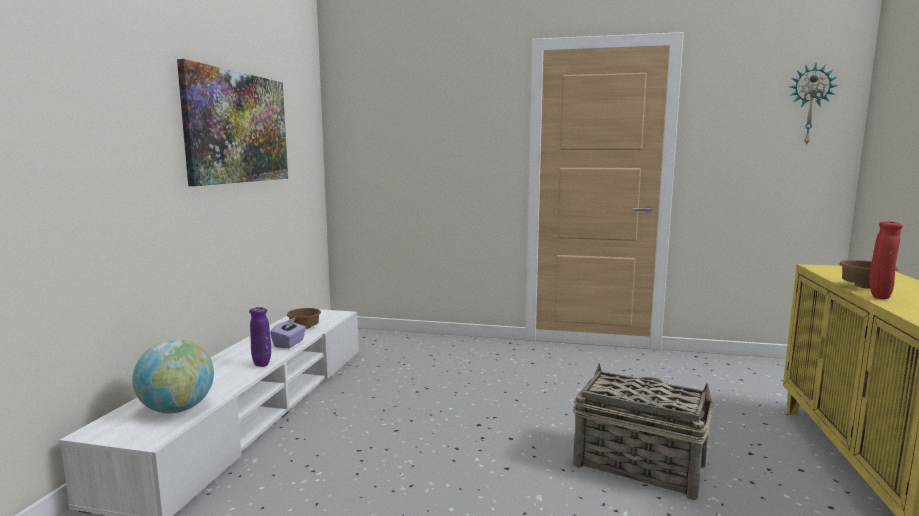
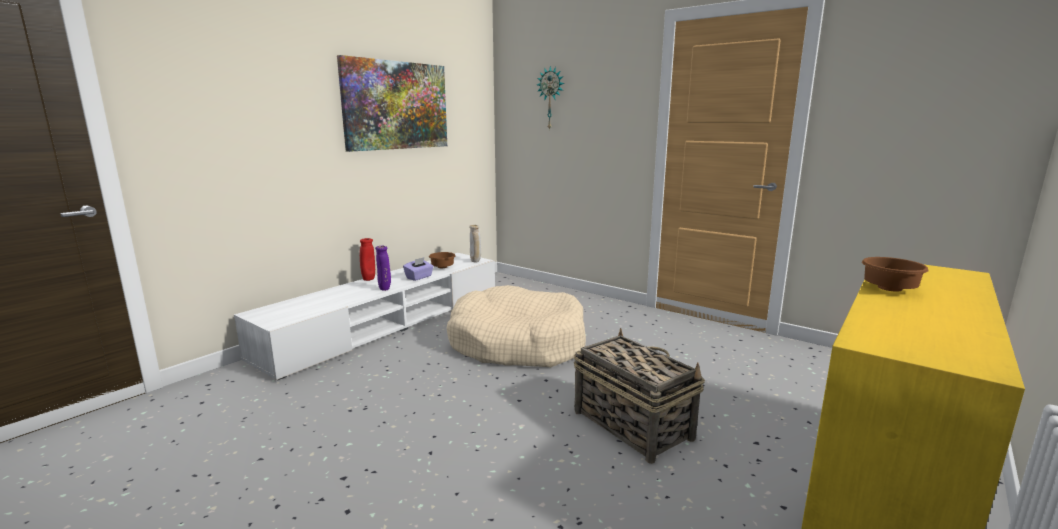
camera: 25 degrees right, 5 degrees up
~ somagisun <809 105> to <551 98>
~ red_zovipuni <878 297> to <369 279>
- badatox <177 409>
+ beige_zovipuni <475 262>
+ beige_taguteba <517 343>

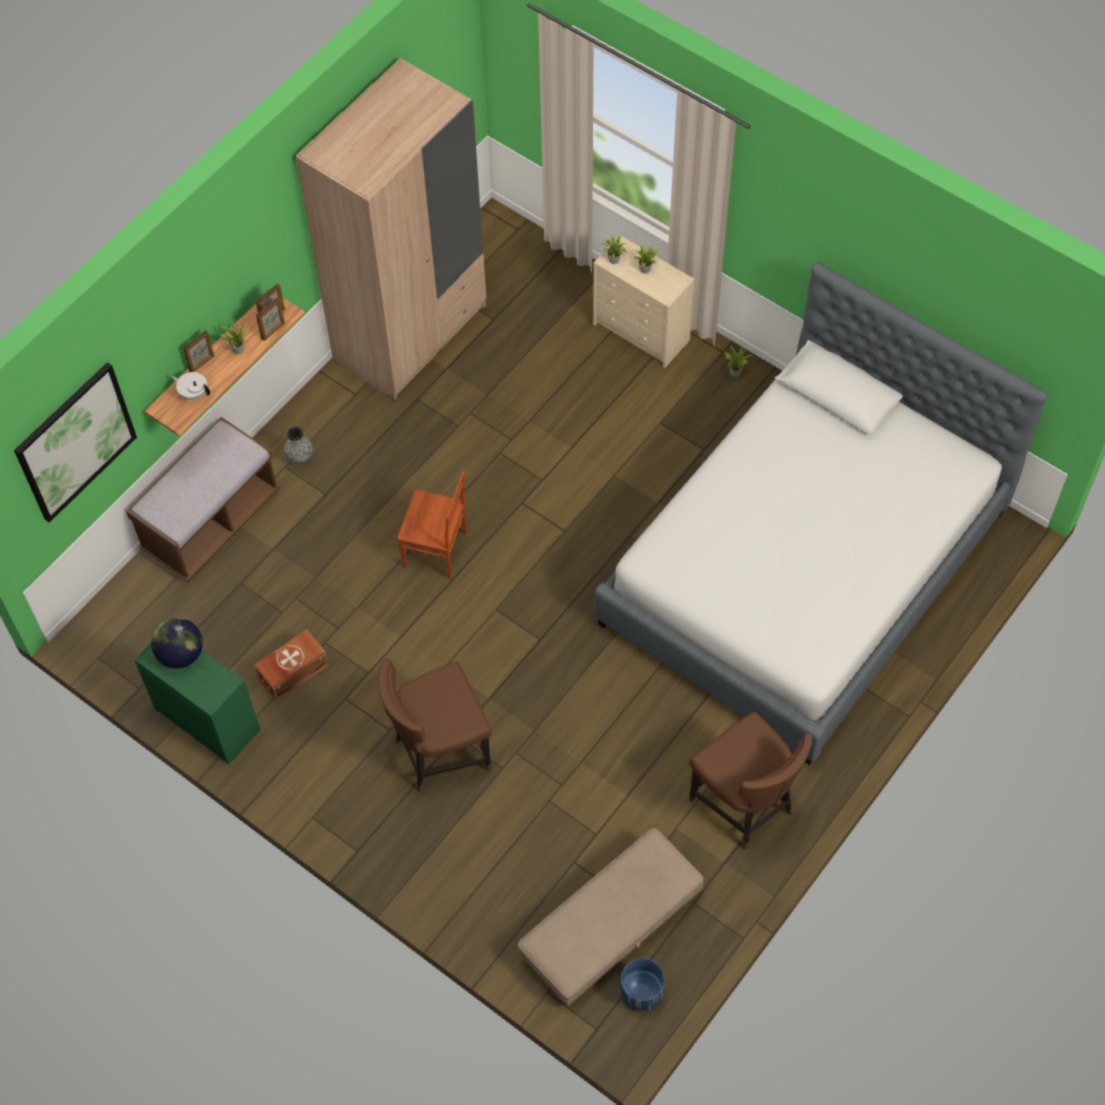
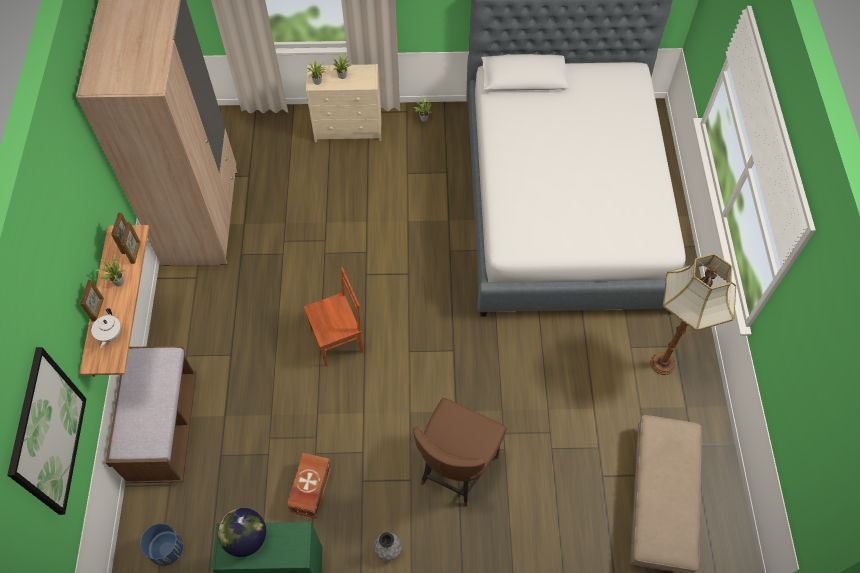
camera: 40 degrees left, 0 degrees up
~ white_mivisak <193 393> = <110 335> 75 degrees counterclockwise
~ grey_zovipuni <300 457> to <388 549>
~ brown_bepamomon <744 805> to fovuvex <663 363>
~ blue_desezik <641 992> to <167 549>

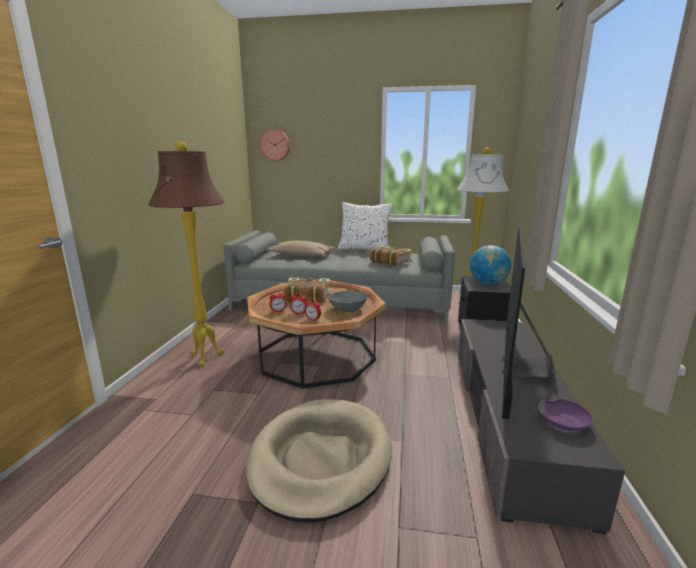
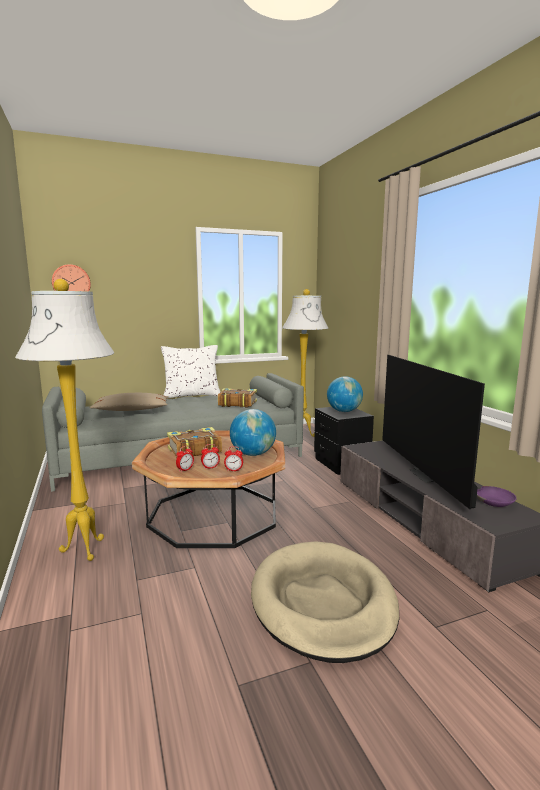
camera: 30 degrees left, 5 degrees down
~ brown_fovuvex <206 359> to white_fovuvex <86 551>
~ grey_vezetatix <348 309> to badatox <253 454>

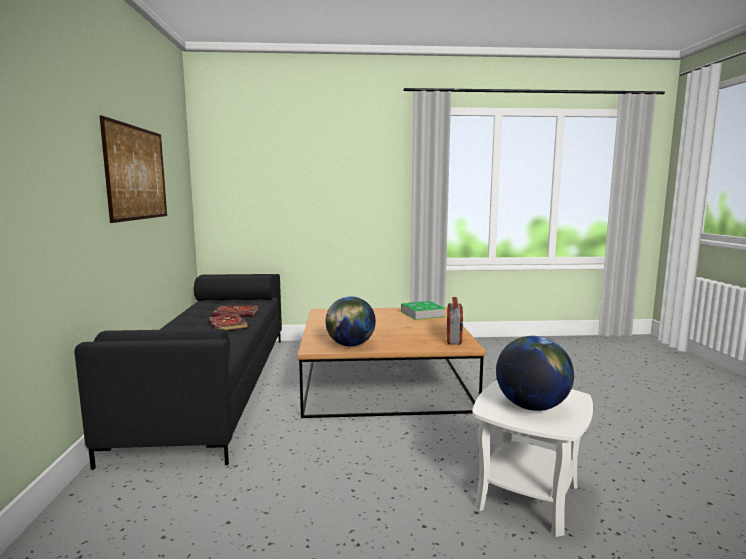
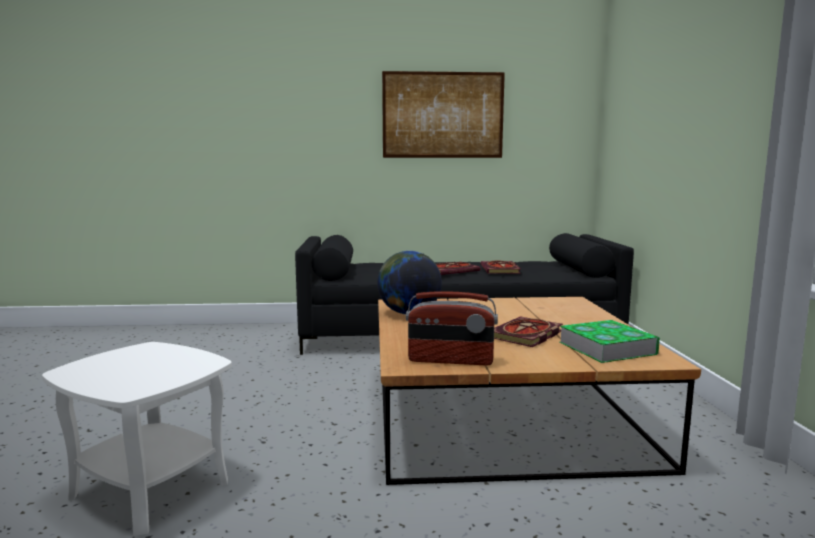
camera: 90 degrees right, 0 degrees up
- badatox <531 406>
+ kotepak <526 335>

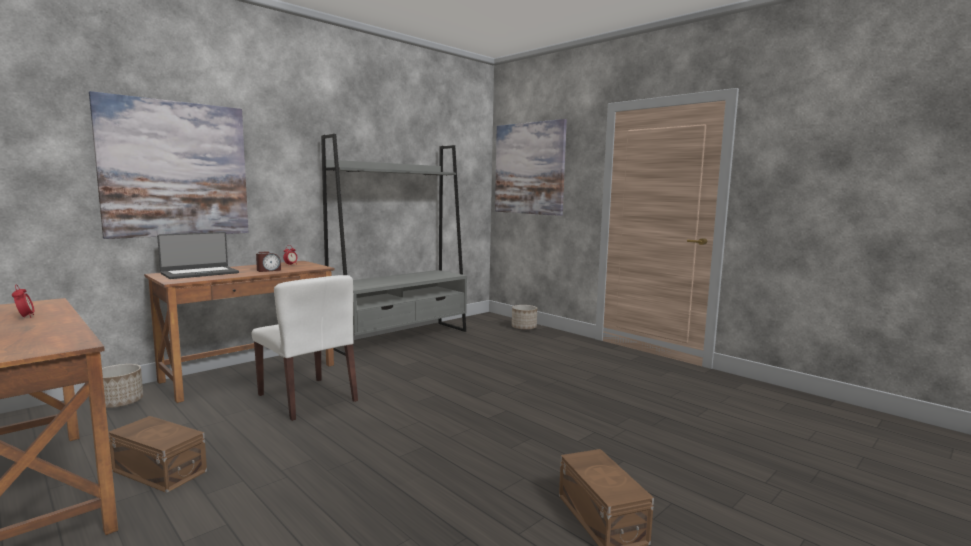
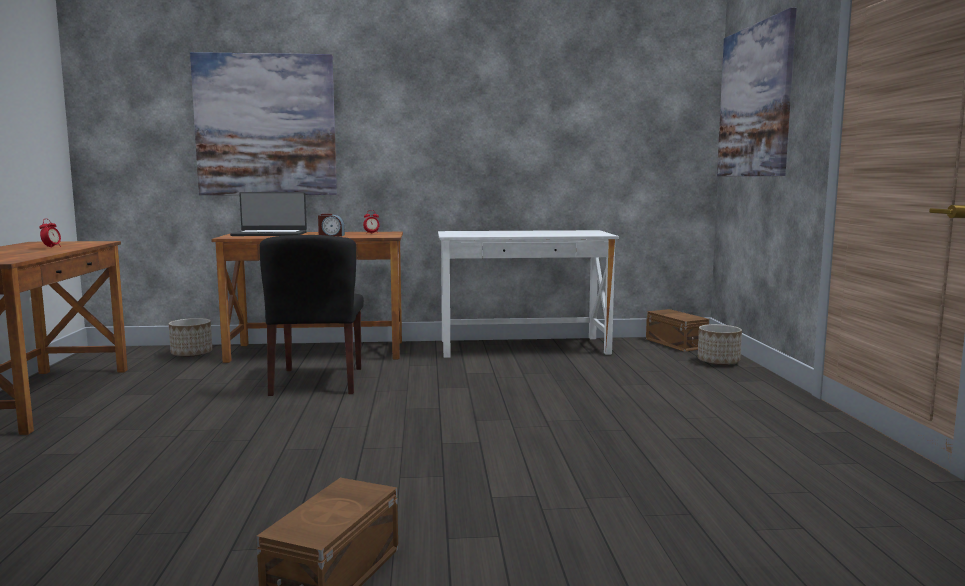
camera: 40 degrees right, 0 degrees up
~ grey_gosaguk <401 338> to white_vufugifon <523 347>
~ white_bepamomon <308 398> to black_bepamomon <318 381>
~ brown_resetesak <159 470> to <676 343>

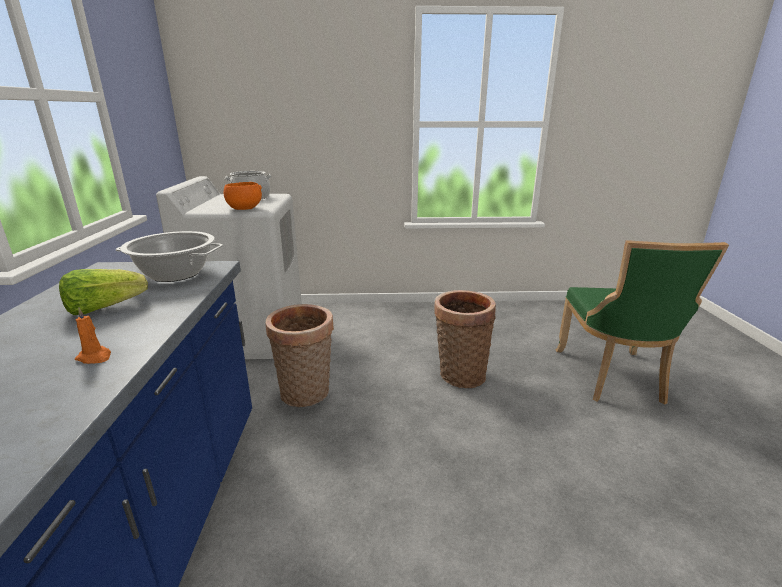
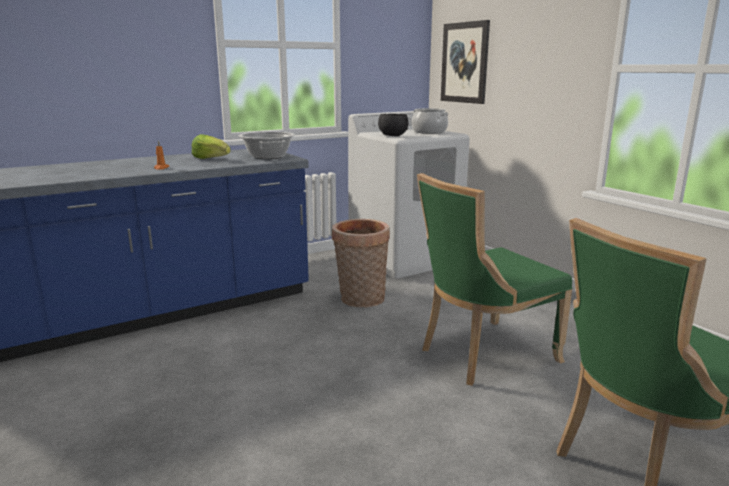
camera: 60 degrees right, 5 degrees down
~ orange_vezetatix <244 209> to black_vezetatix <392 136>
~ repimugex <459 374> to green_bepamomon <482 354>
+ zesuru <465 63>

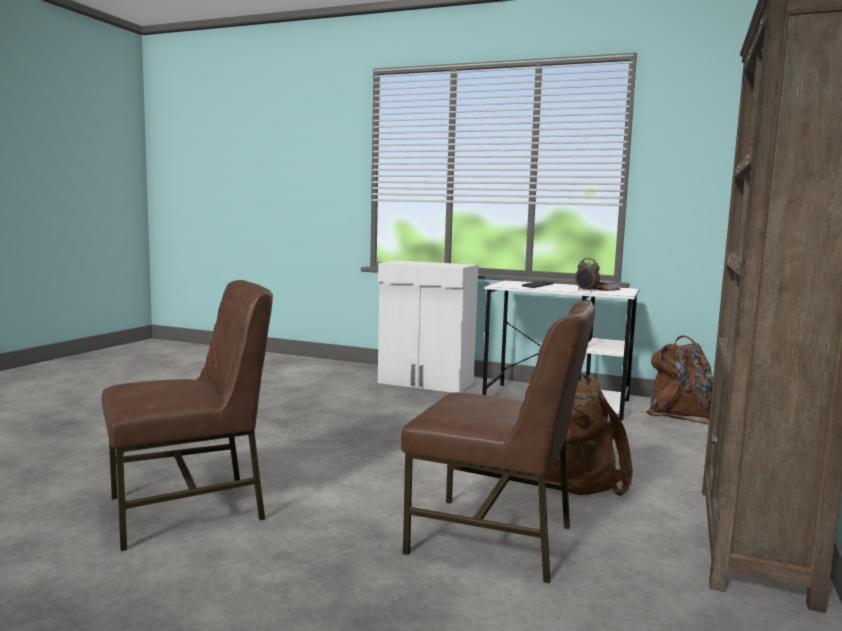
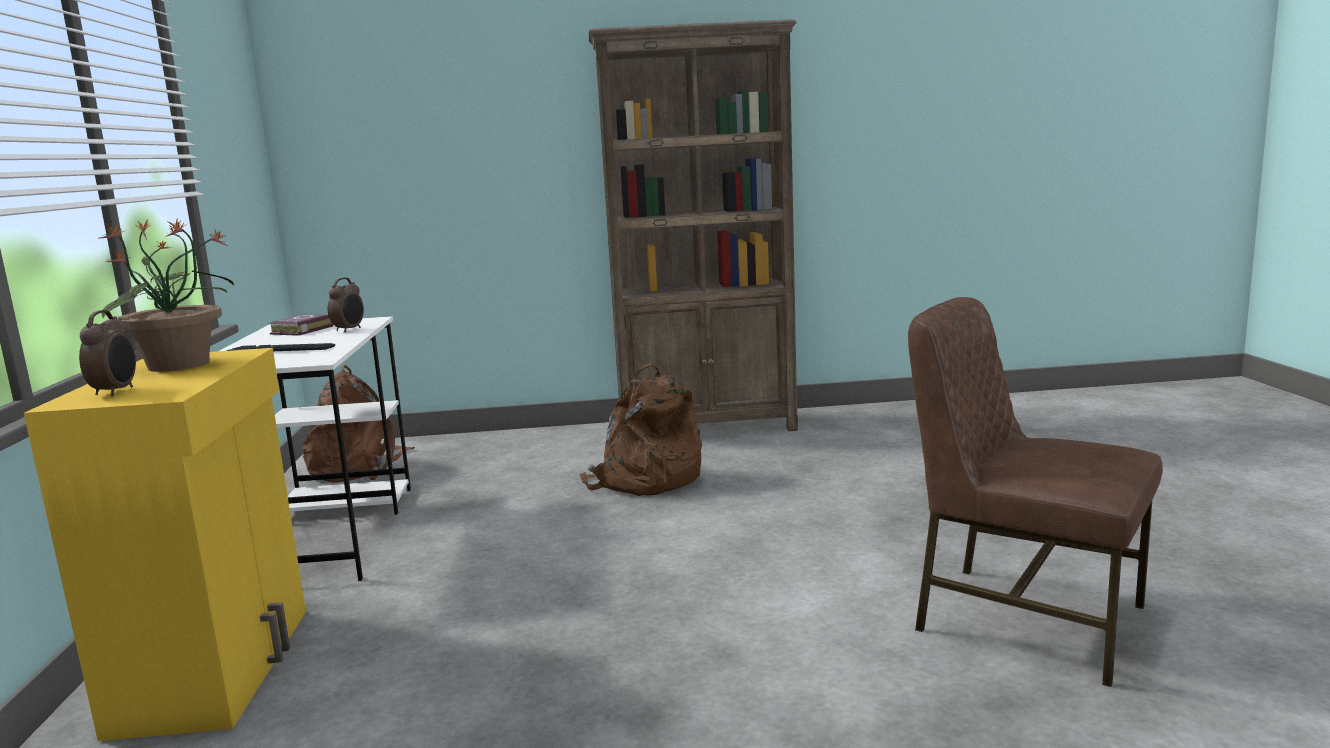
camera: 115 degrees left, 5 degrees up
~ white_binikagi <426 383> to yellow_binikagi <219 667>
- brown_bepamomon <494 539>
+ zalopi <180 365>
+ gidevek <116 392>

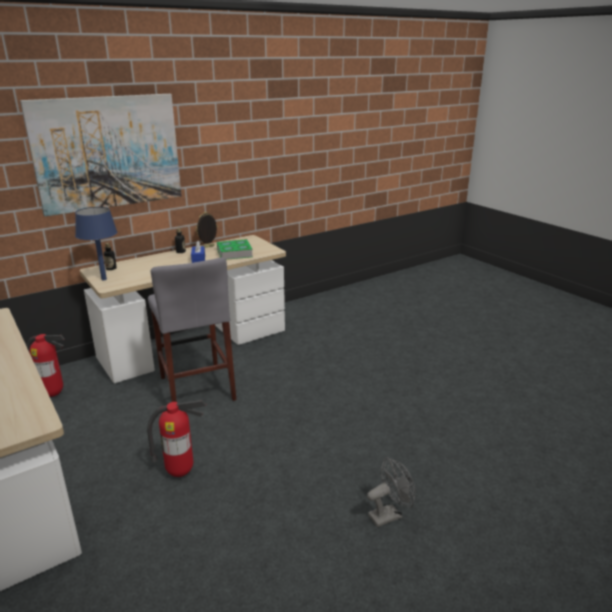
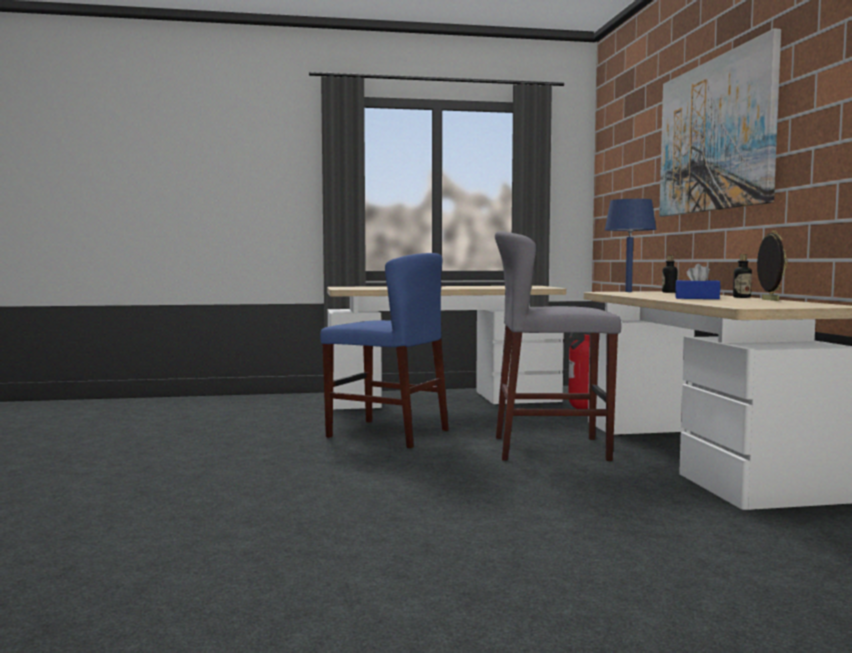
camera: 115 degrees right, 20 degrees down
- kotepak <234 253>
~ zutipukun <180 472> to blue_bepamomon <387 433>
- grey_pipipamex <389 514>

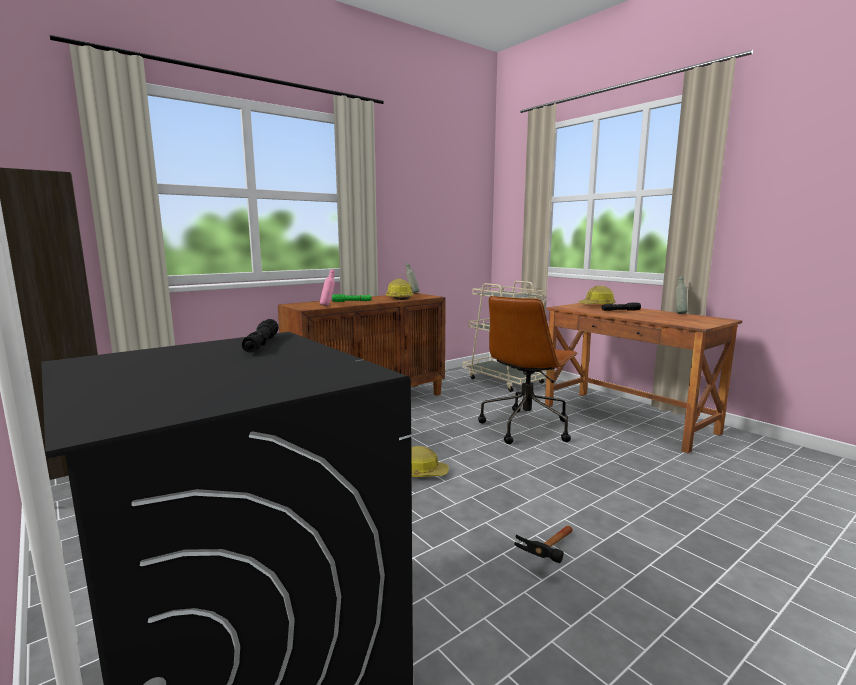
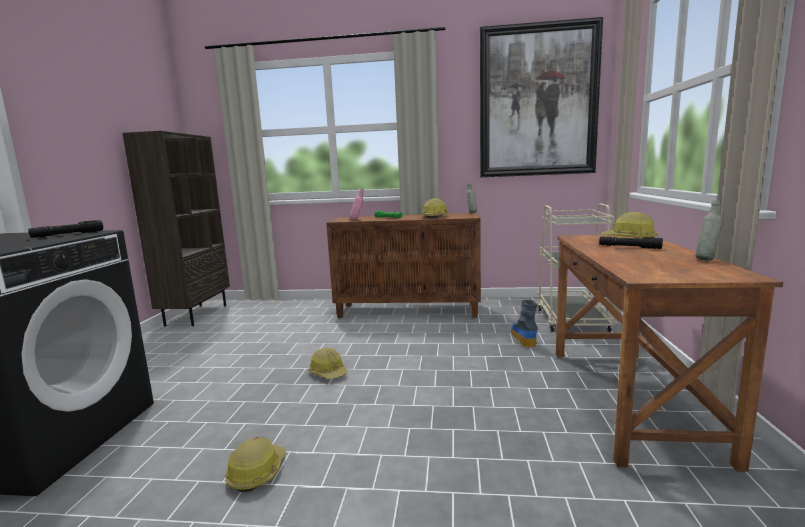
camera: 45 degrees right, 0 degrees up
- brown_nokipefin <526 427>
~ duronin <549 559> to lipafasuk <257 472>
+ zesuru <537 102>
+ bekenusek <523 337>

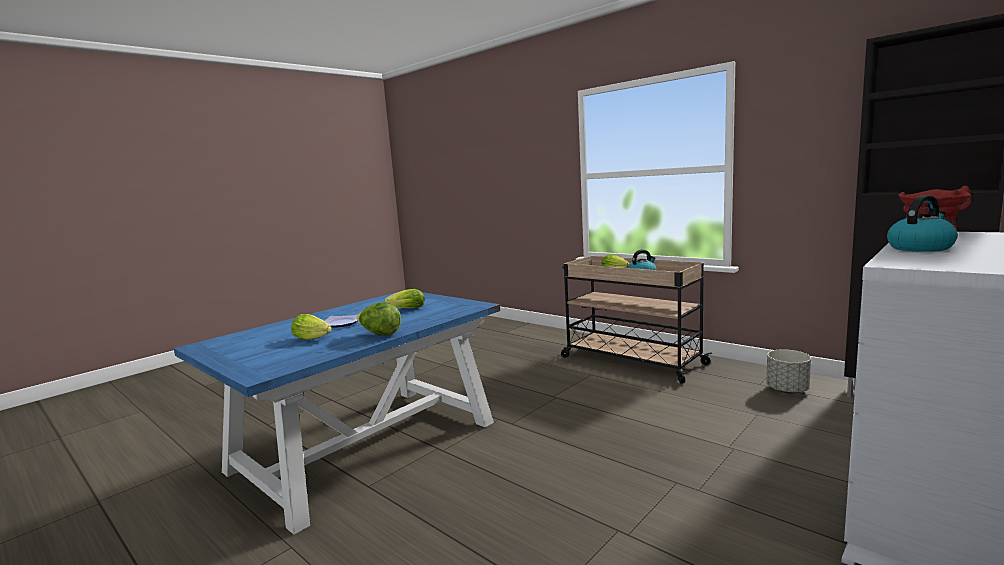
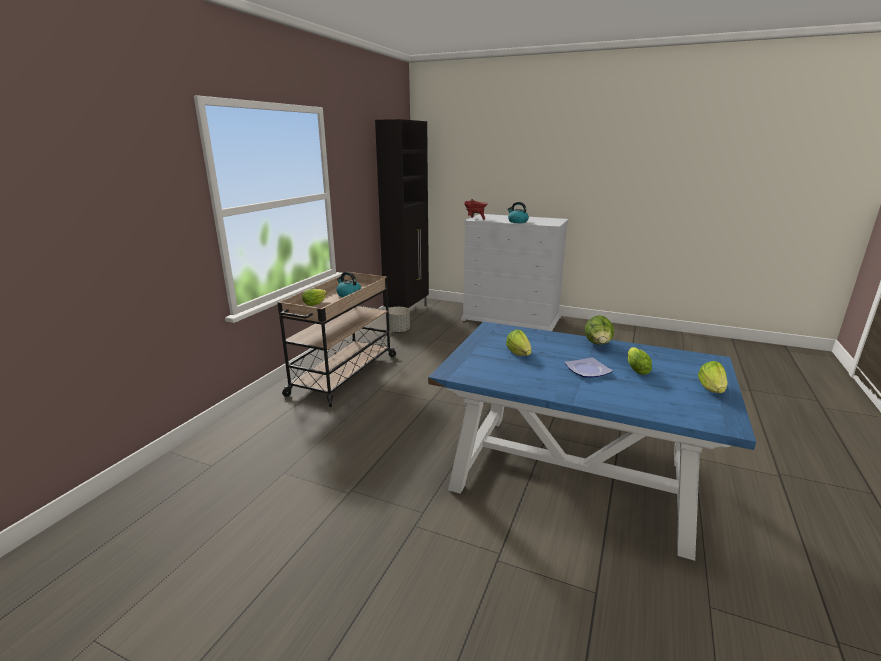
camera: 110 degrees left, 10 degrees up
+ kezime <712 389>

